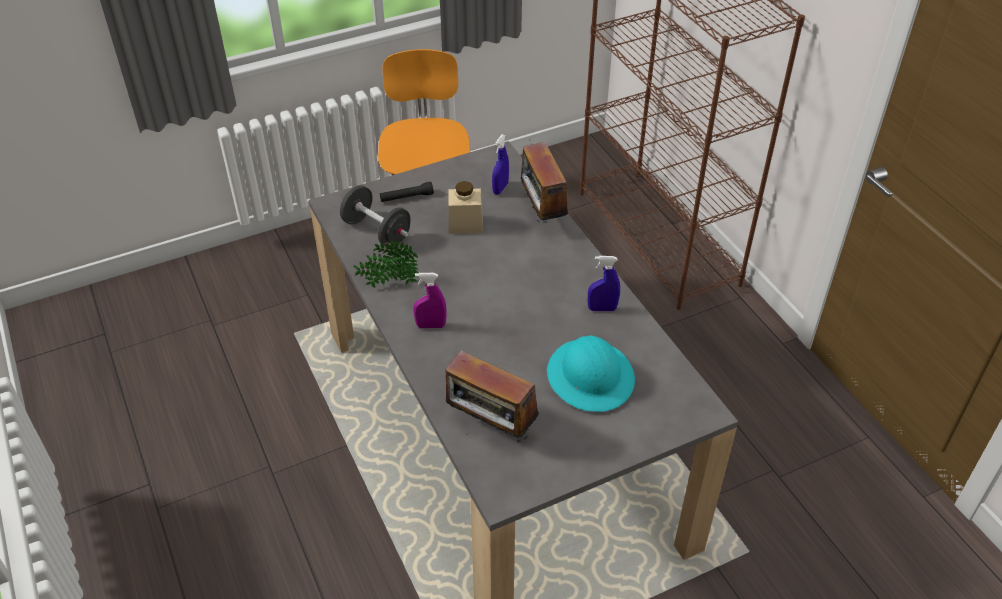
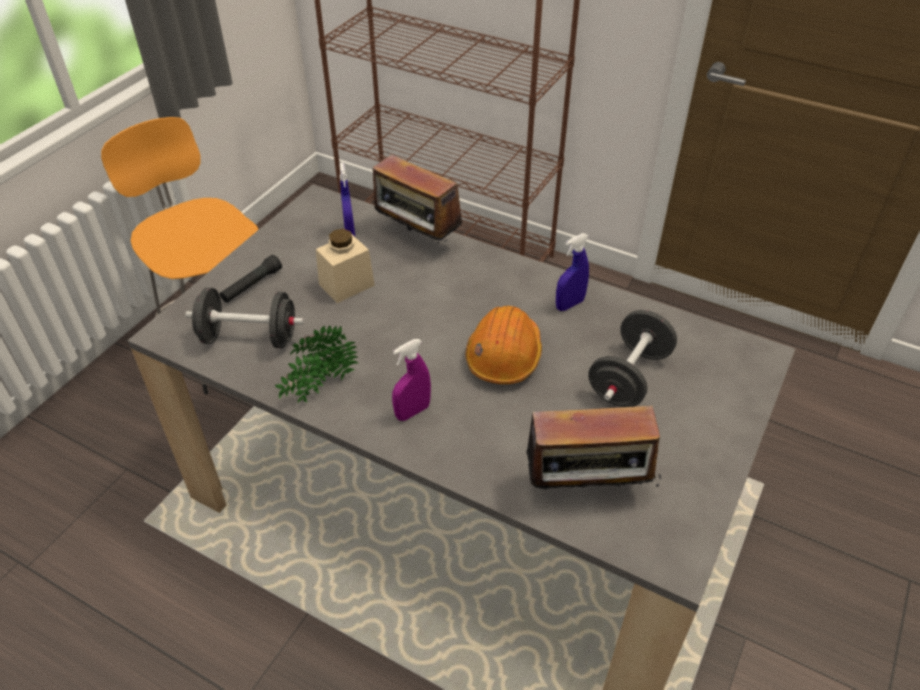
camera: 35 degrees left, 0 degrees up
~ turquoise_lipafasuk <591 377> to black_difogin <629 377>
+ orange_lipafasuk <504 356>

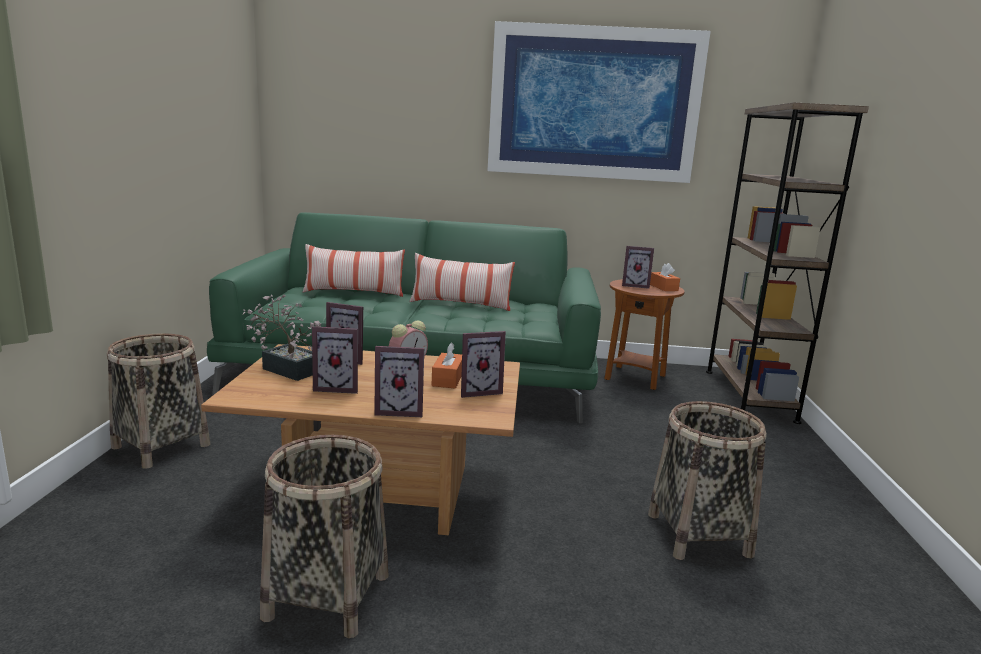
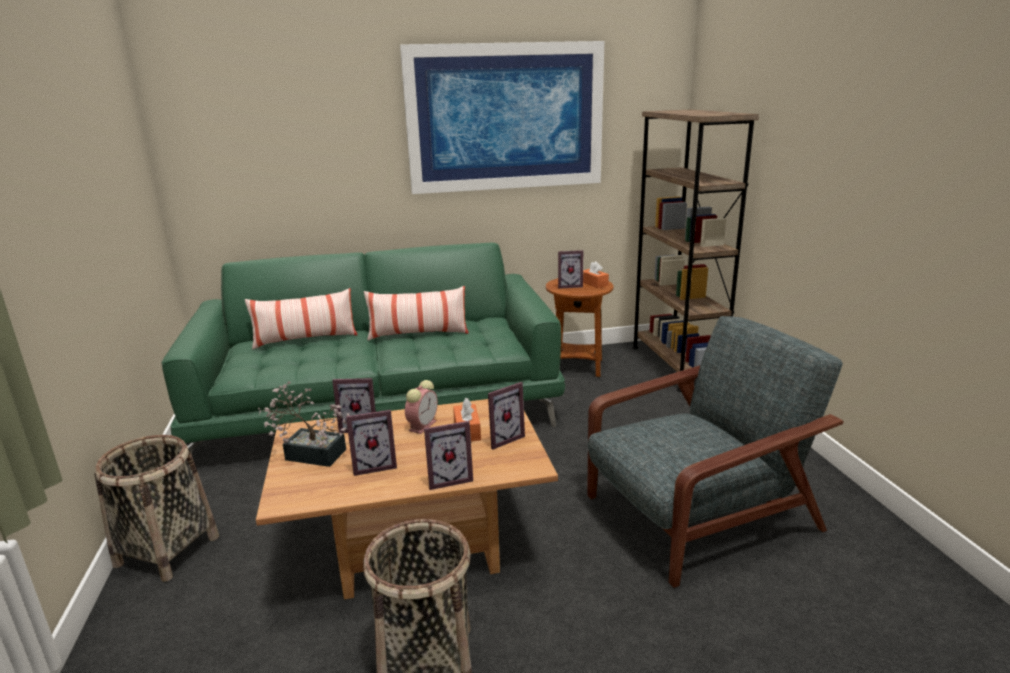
camera: 15 degrees left, 5 degrees up
~ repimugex <698 534> to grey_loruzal <697 514>

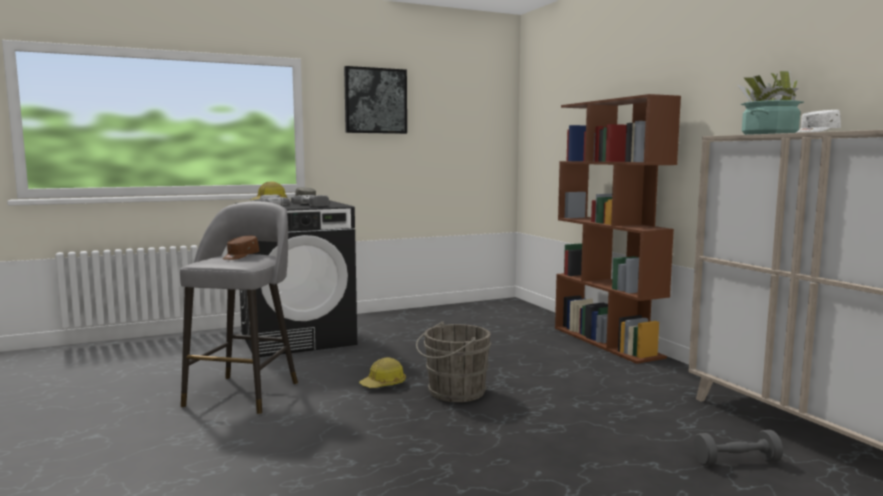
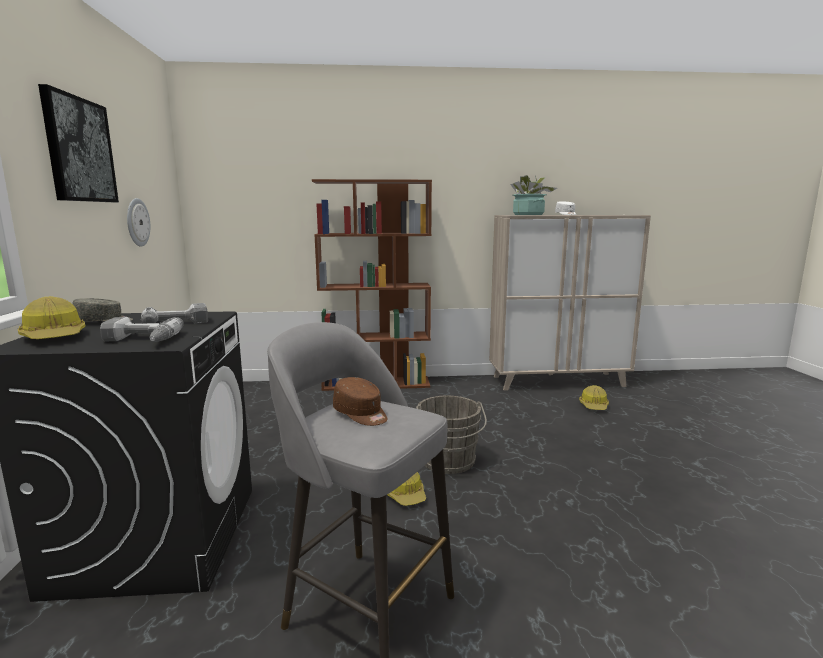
camera: 70 degrees left, 5 degrees up
~ grey_difogin <736 461> to lipafasuk <594 406>
+ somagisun <137 222>

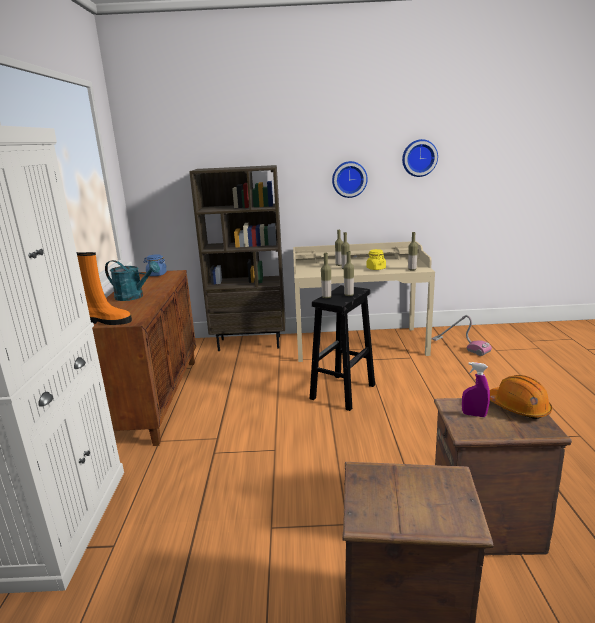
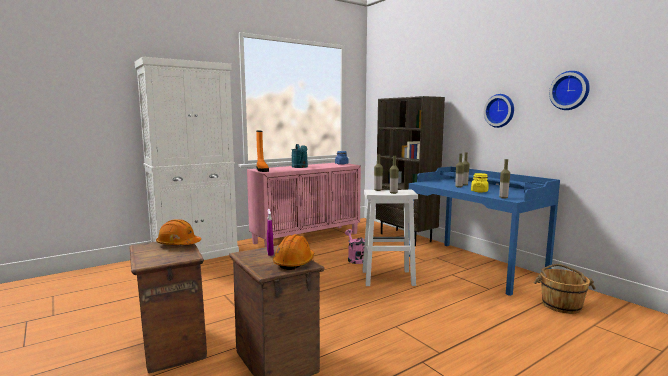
camera: 55 degrees right, 10 degrees down
~ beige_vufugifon <359 343> to blue_vufugifon <473 265>
~ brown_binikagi <155 398> to pink_binikagi <307 238>
~ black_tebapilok <342 392> to white_tebapilok <387 278>
~ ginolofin <460 346> to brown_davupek <561 305>
+ orange_lipafasuk <178 244>
+ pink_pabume <355 259>

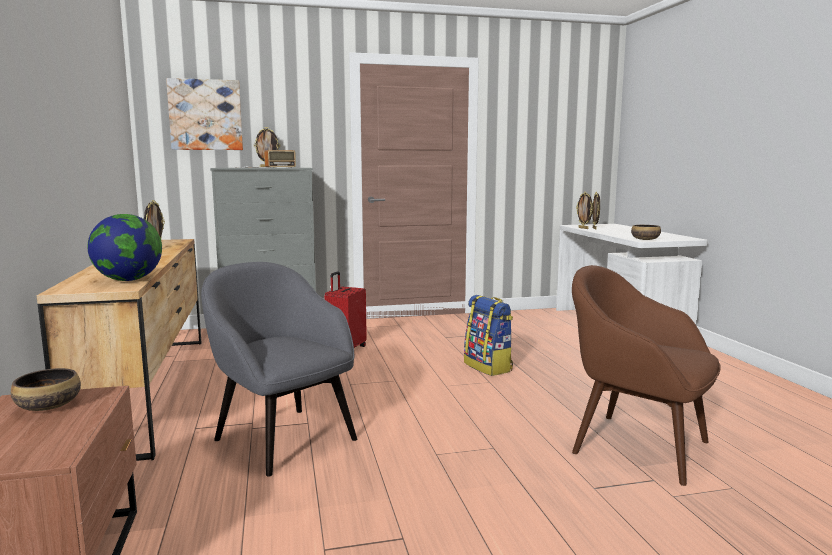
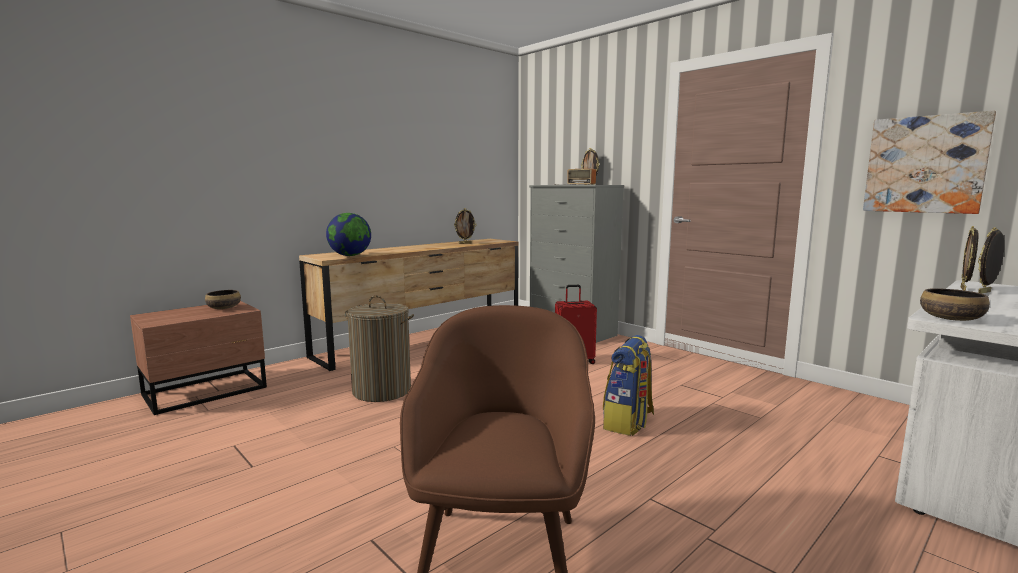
camera: 60 degrees right, 0 degrees up
~ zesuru <205 115> to <925 164>
~ grey_loruzal <283 438> to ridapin <382 391>

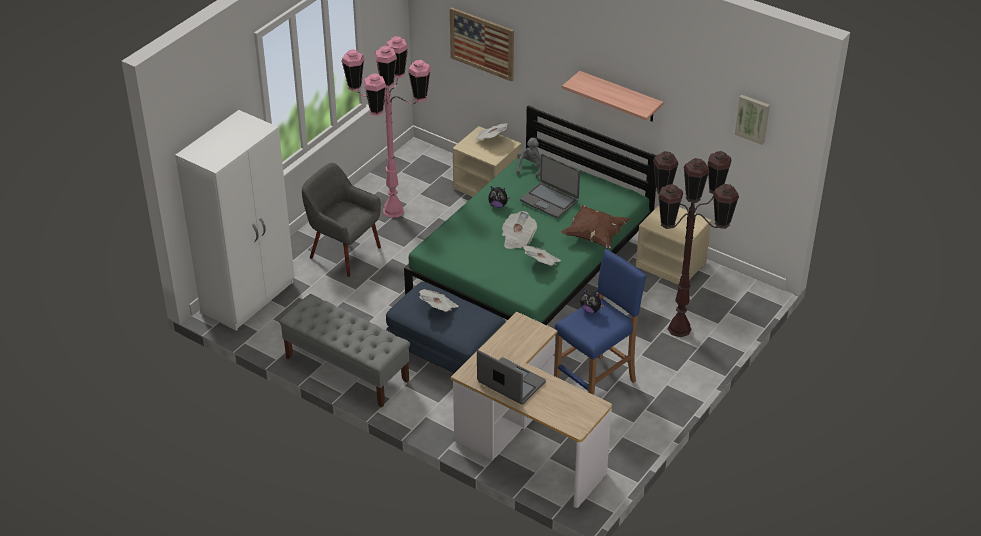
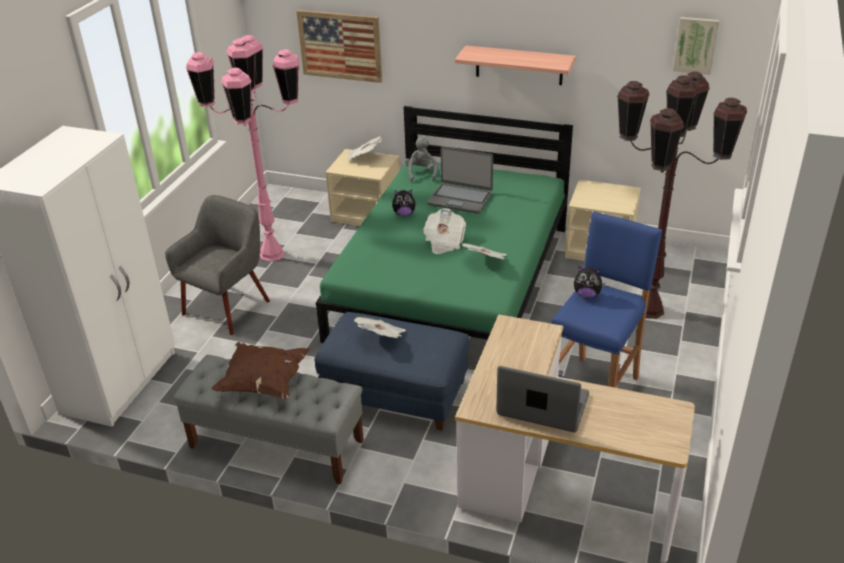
camera: 15 degrees left, 5 degrees down
~ grey_loruzal <344 252> = <228 307> 105 degrees clockwise
~ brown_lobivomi <594 235> to <263 383>

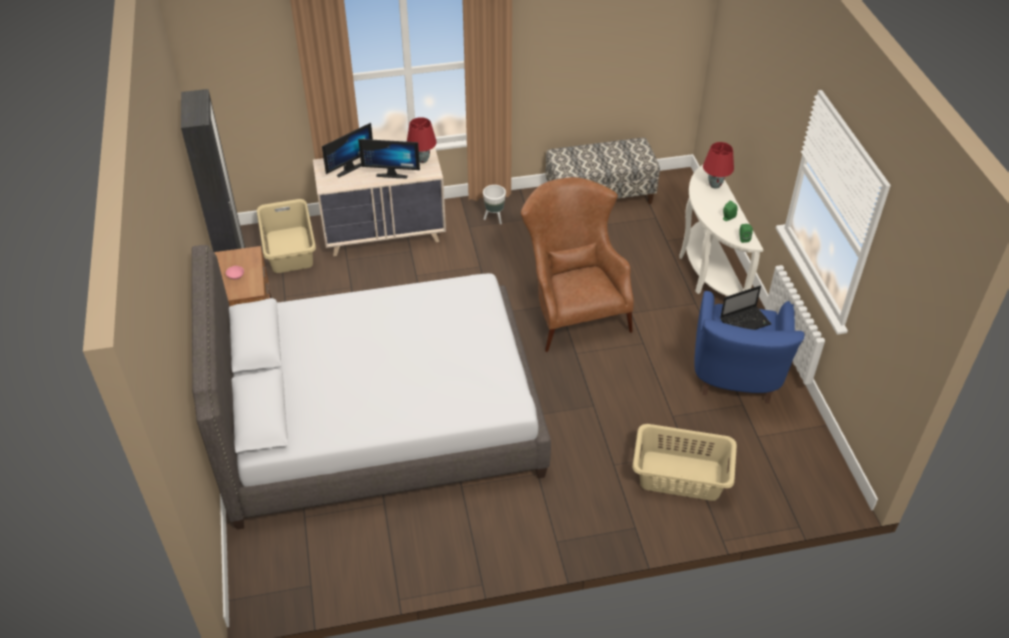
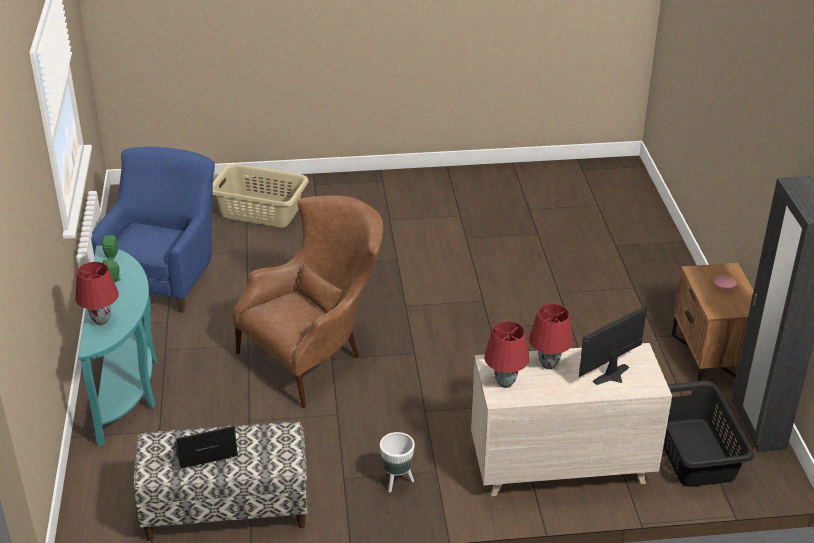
camera: 175 degrees left, 10 degrees down
~ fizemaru <392 173> to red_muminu <548 365>
~ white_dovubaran <707 271> to turquoise_dovubaran <128 386>
~ brown_loruzal <572 308> = <316 354> 120 degrees counterclockwise
~ beige_ridapin <290 249> to black_ridapin <693 453>
- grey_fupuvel <379 420>
~ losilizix <745 321> to <204 451>

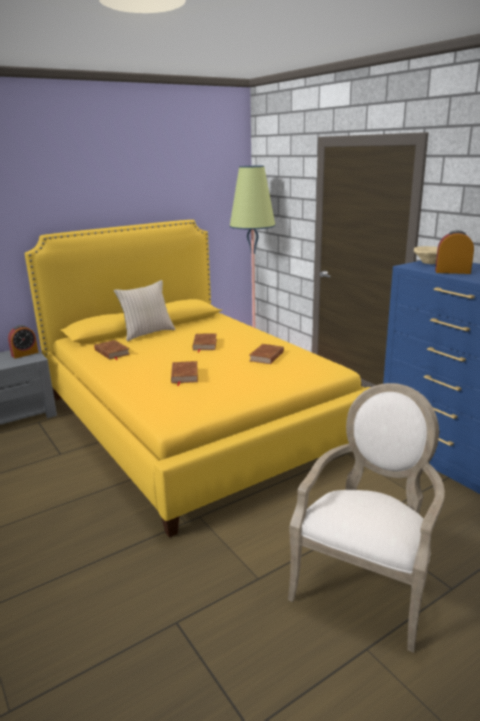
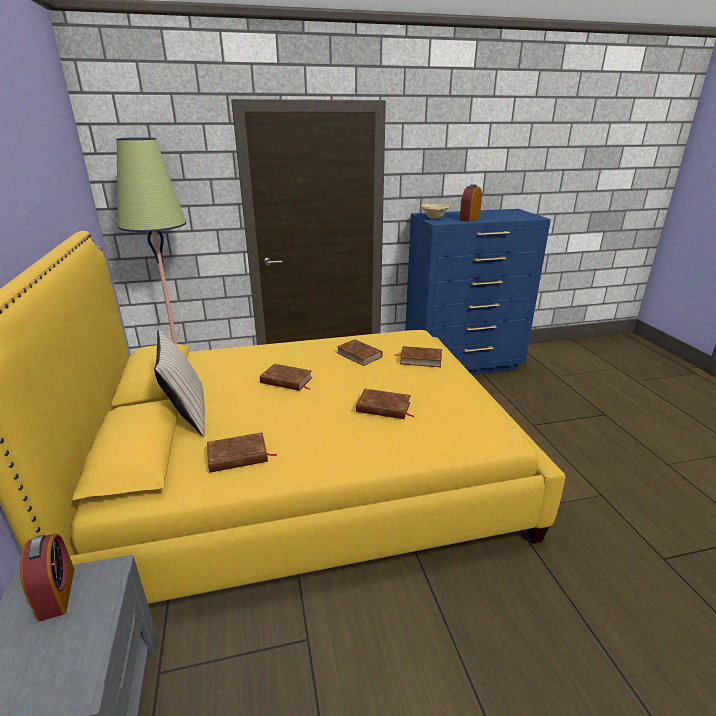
camera: 70 degrees left, 5 degrees up
- loruzal <366 585>
+ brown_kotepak <420 359>

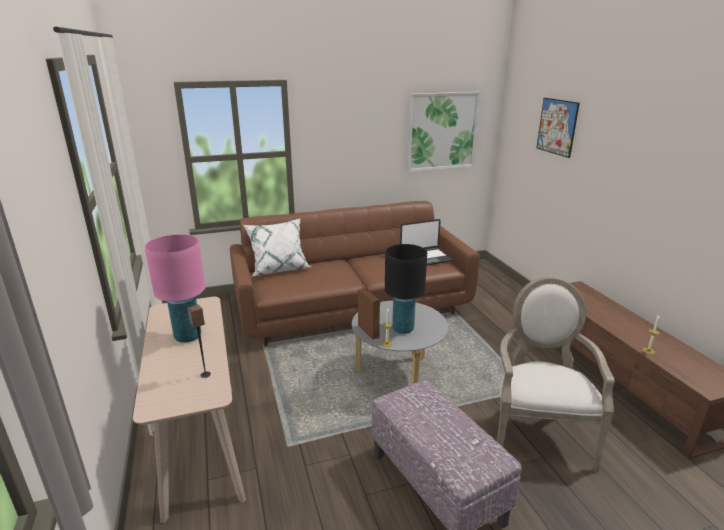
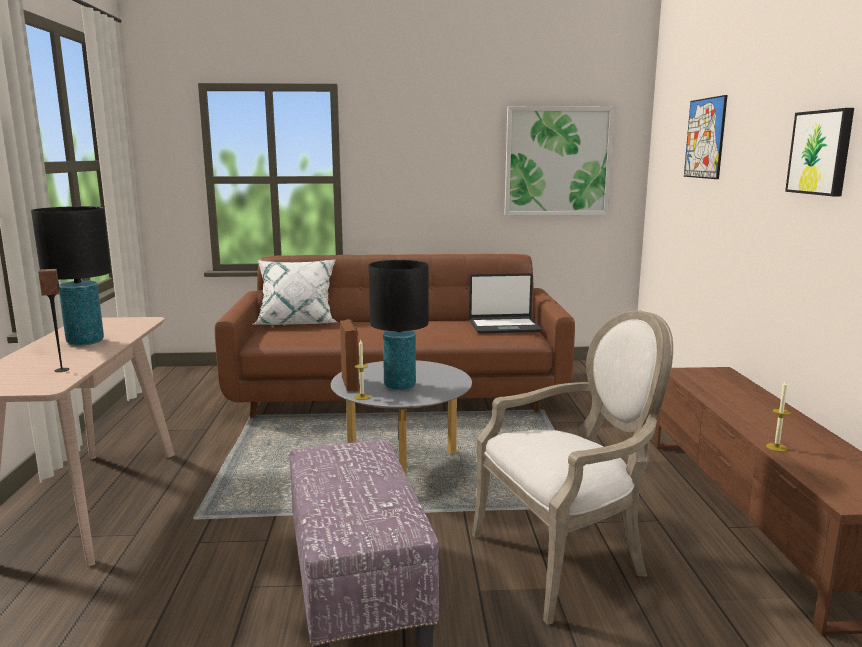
camera: 15 degrees right, 10 degrees down
~ pink_muminu <187 336> to black_muminu <85 342>
~ loruzal <538 433> = <567 560> 45 degrees clockwise
+ zesuru <821 152>

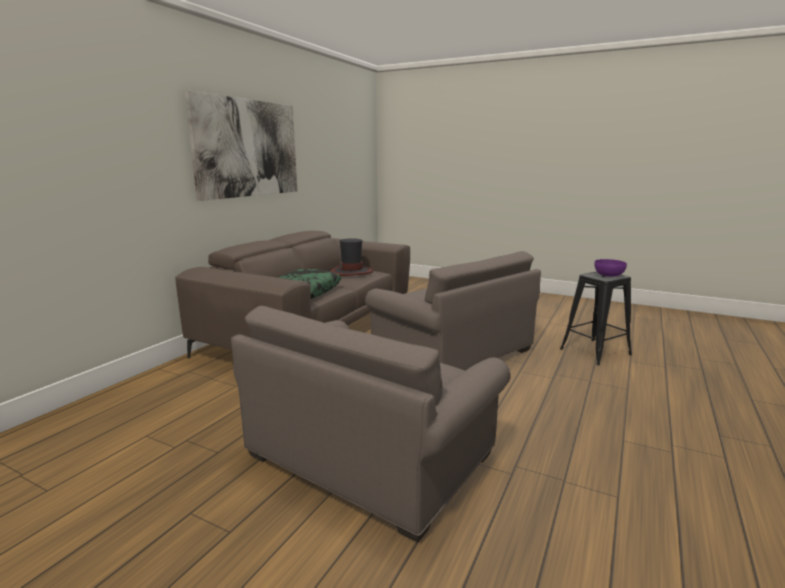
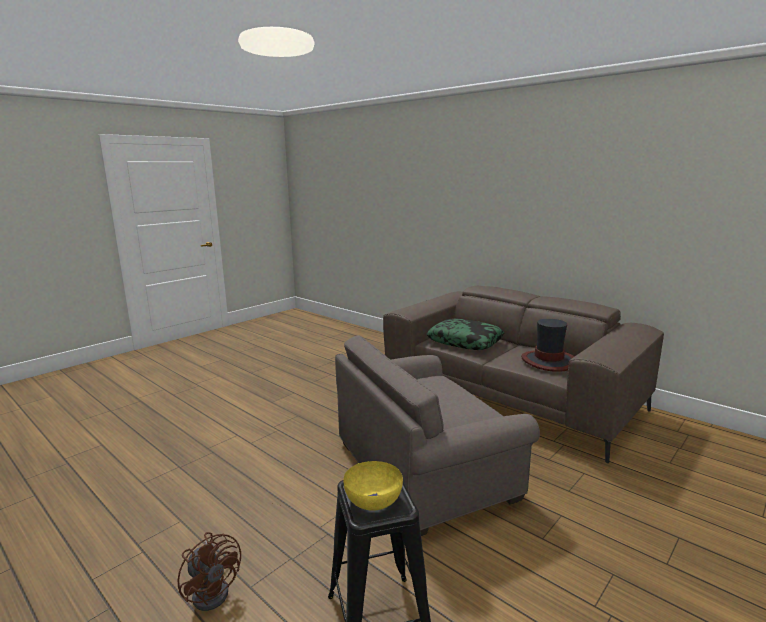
camera: 105 degrees right, 0 degrees up
- zesuru <247 148>
~ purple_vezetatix <609 275> to yellow_vezetatix <372 500>
- grey_loruzal <370 454>
+ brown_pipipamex <214 590>

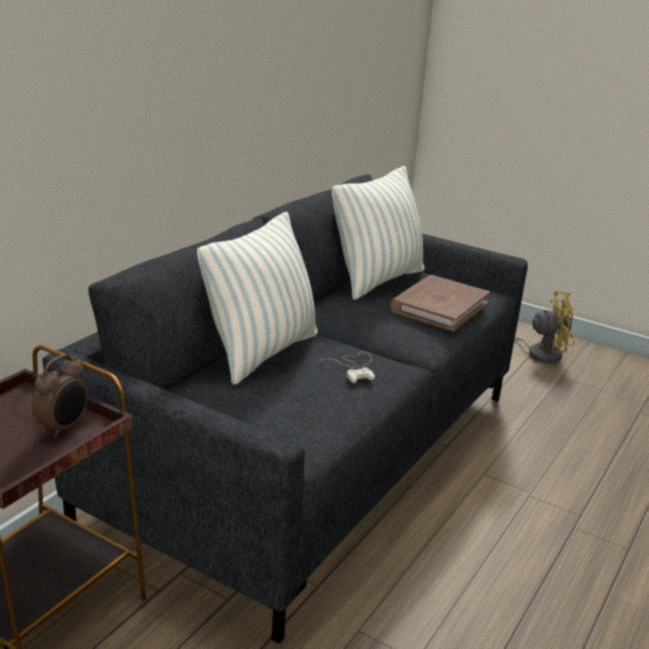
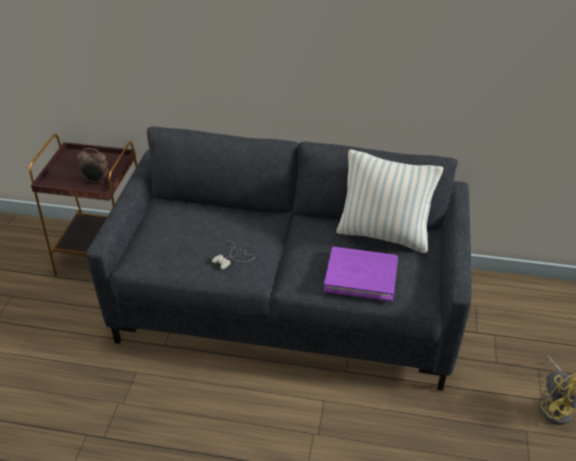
camera: 70 degrees right, 15 degrees up
- lobivomi <262 352>
~ brown_kotepak <439 307> to purple_kotepak <361 276>

